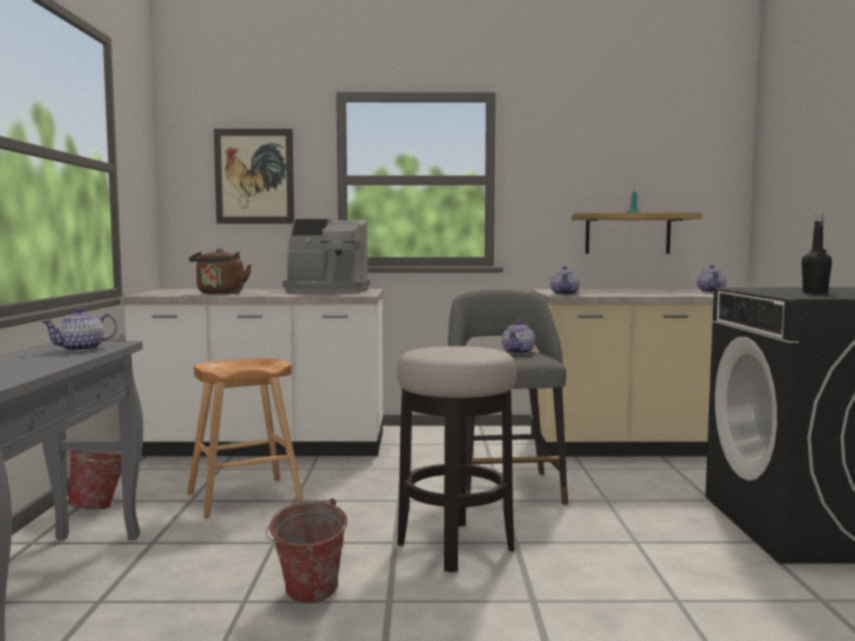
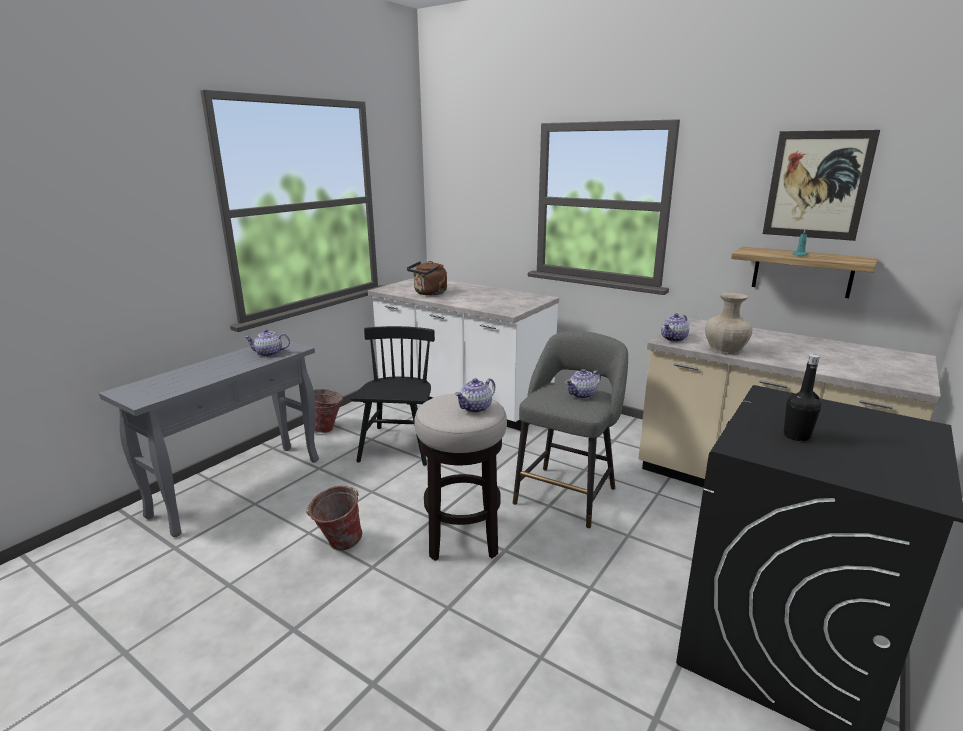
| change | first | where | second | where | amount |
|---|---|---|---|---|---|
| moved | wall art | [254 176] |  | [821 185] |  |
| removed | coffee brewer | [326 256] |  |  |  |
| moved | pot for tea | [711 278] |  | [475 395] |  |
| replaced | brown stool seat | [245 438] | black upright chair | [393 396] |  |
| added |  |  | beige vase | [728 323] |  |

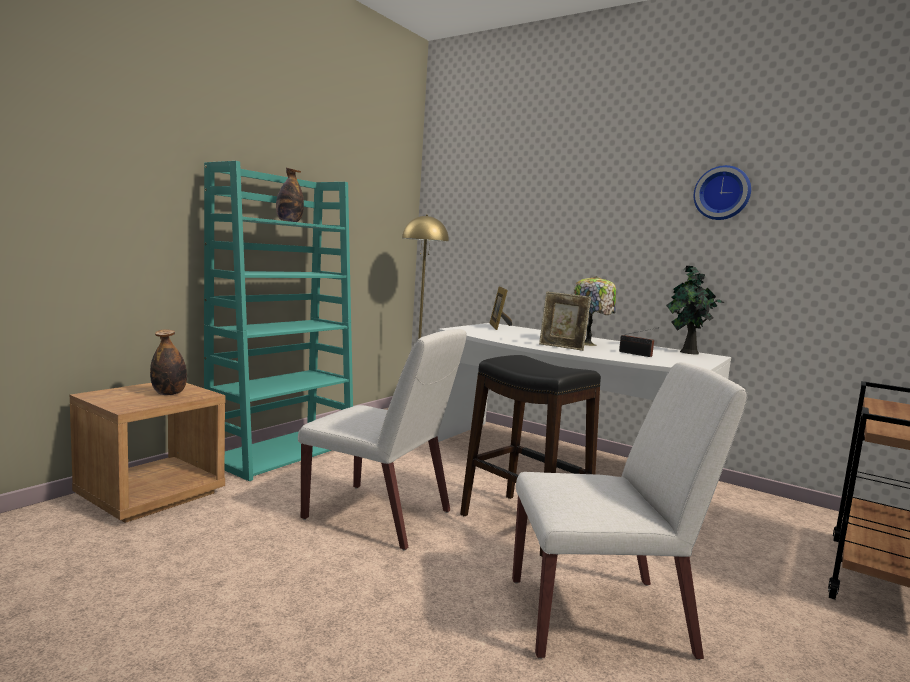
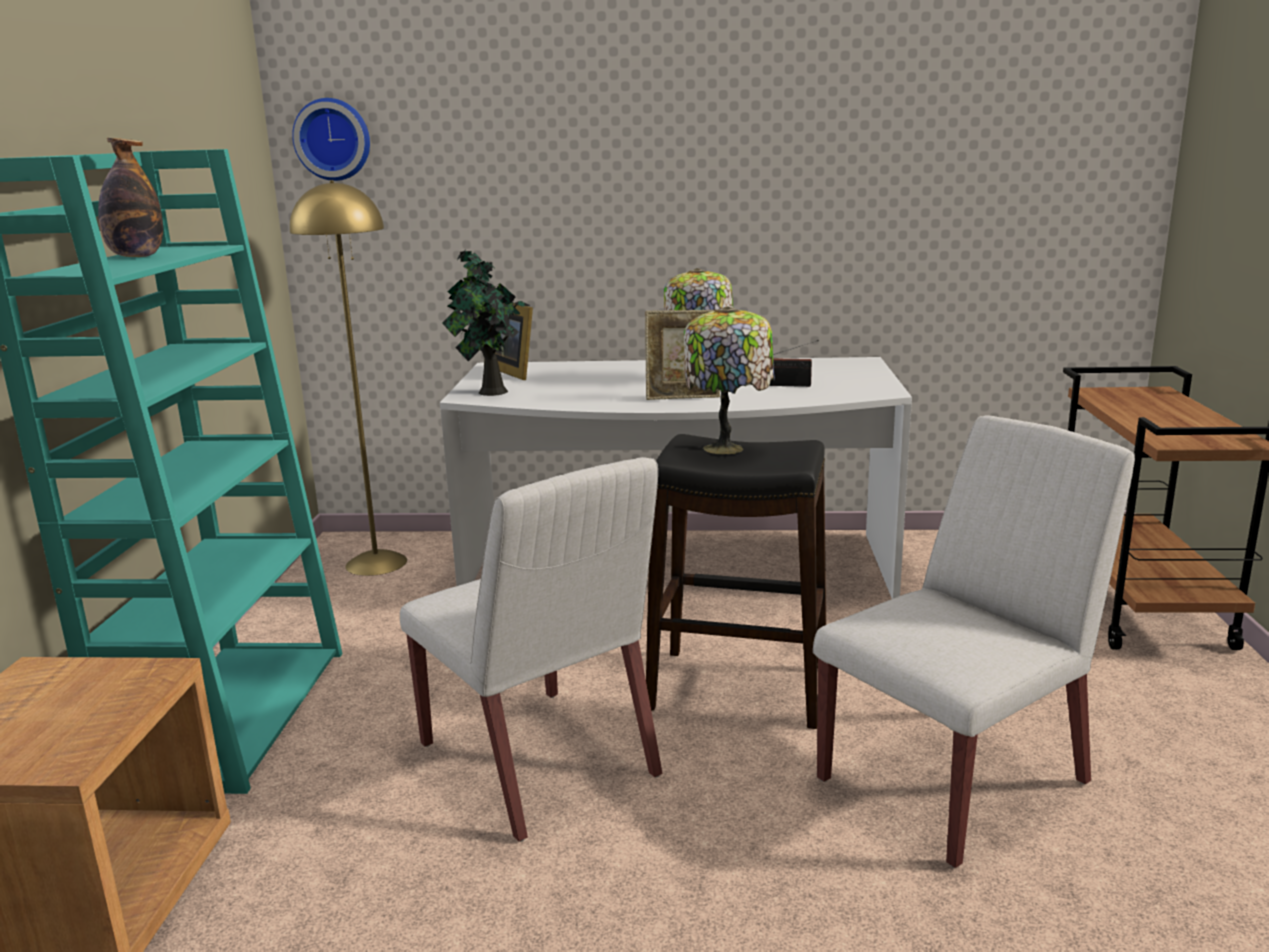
| change | first | where | second | where | amount |
|---|---|---|---|---|---|
| moved | clock on the wall | [722 192] |  | [331 139] |  |
| moved | potted plant | [695 309] |  | [486 322] |  |
| removed | beverage bottle | [168 362] |  |  |  |
| turned | white upright chair | [382 439] |  | [531 649] | 60 degrees clockwise |
| added |  |  | table lamp | [729 380] |  |

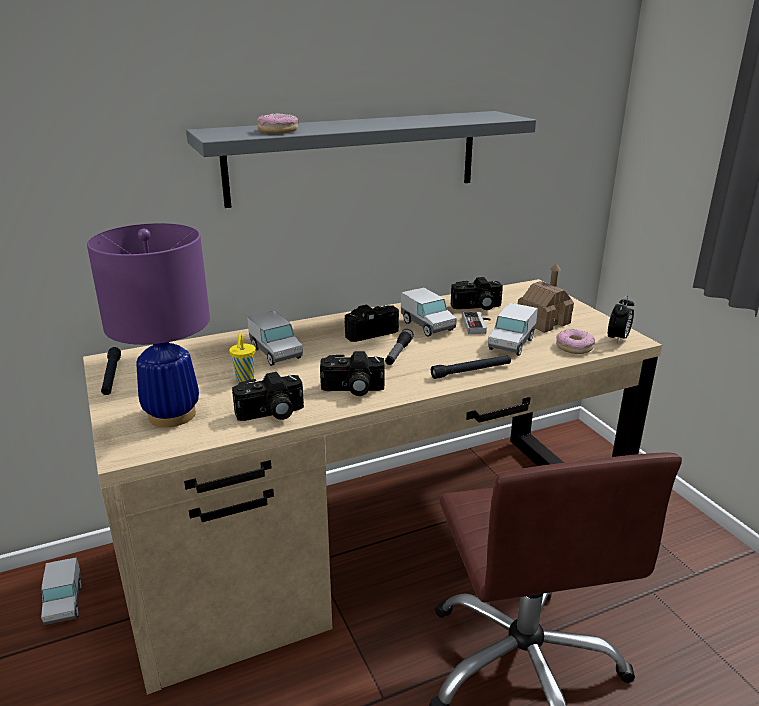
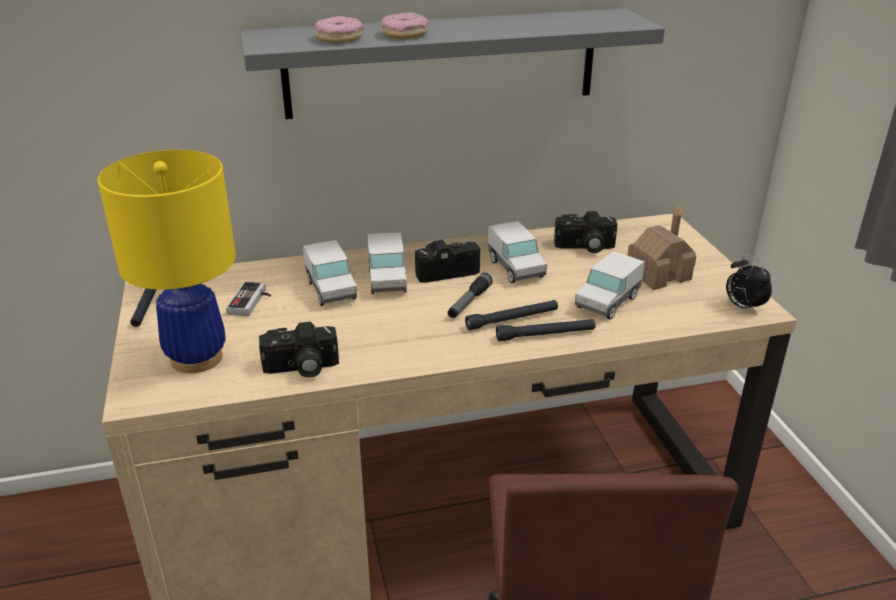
| change | first | where | second | where | amount |
|---|---|---|---|---|---|
| recoloured | purple table lamp | [148 325] | yellowish table lamp | [167 261] |  |
| turned | table clock | [621 319] |  | [749 284] | 105 degrees clockwise |
| moved | game controller | [476 323] |  | [248 298] |  |
| moved | ring doughnut | [575 341] |  | [405 25] |  |
| removed | yellowish small cup | [242 357] |  |  |  |
| removed | still camera | [352 373] |  |  |  |
| moved | model truck | [61 591] |  | [387 263] |  |
| added |  |  | black hand torch | [511 315] |  |

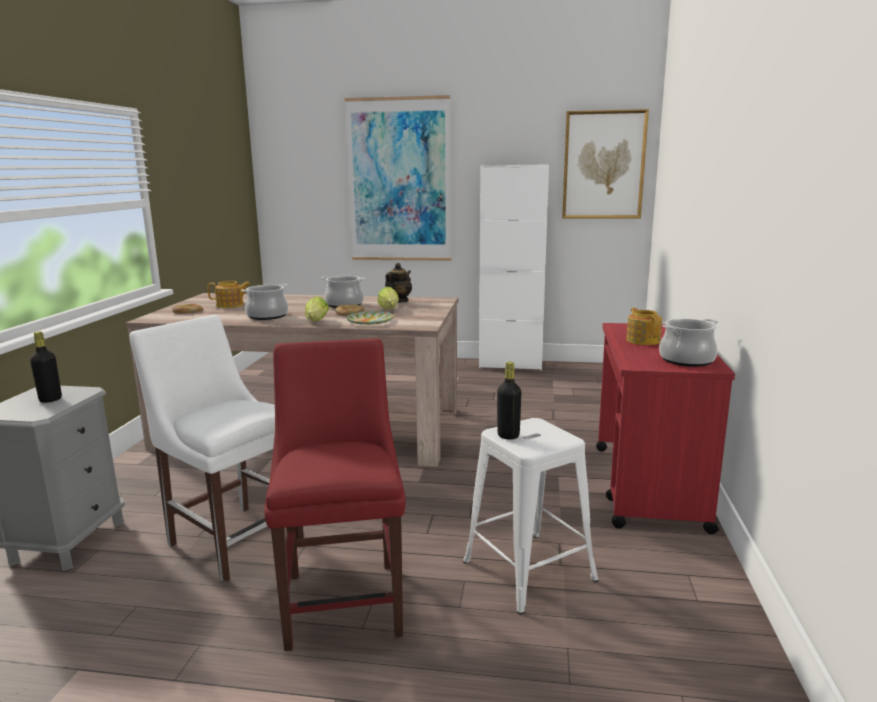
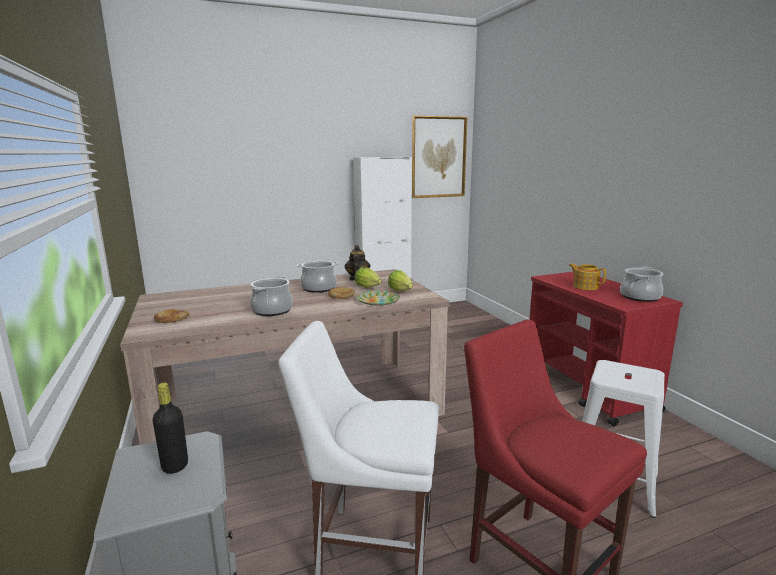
| change | first | where | second | where | amount |
|---|---|---|---|---|---|
| removed | wall art | [398 178] |  |  |  |
| removed | pot for tea | [228 294] |  |  |  |
| moved | lettuce head | [317 308] |  | [400 281] |  |
| removed | black beverage bottle | [509 401] |  |  |  |

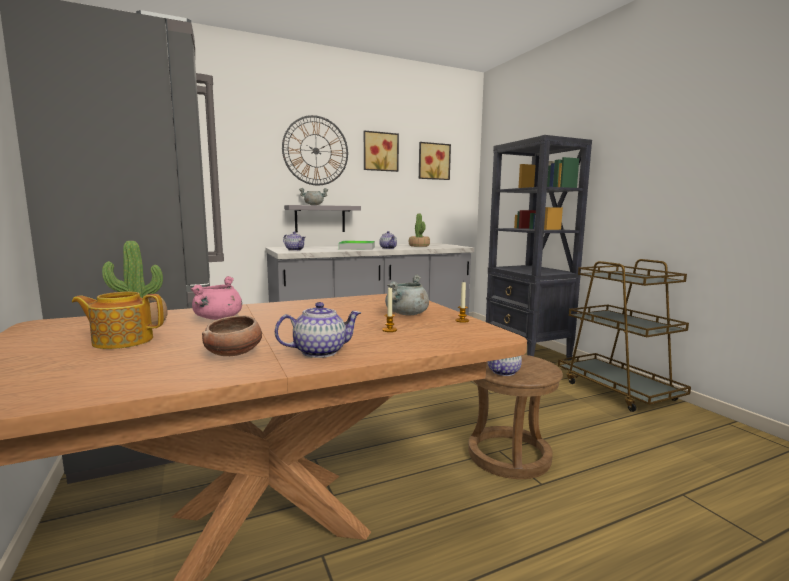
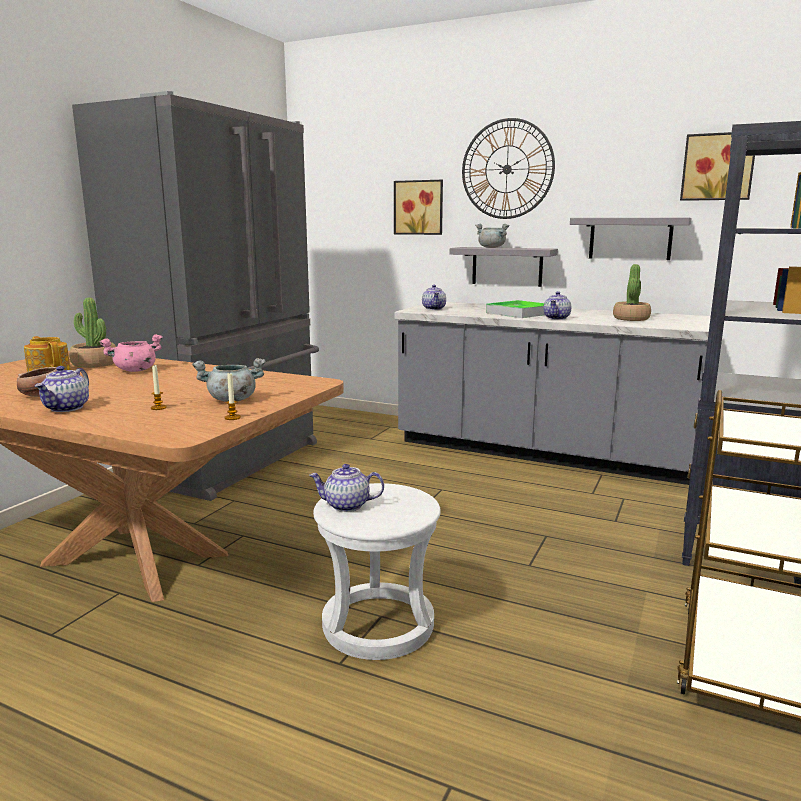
| change | first | where | second | where | amount |
|---|---|---|---|---|---|
| moved | wall art | [381 151] |  | [418 207] |  |
| turned | pot for tea | [318 330] |  | [62 389] | 75 degrees clockwise |
| recoloured | brown stool seat | [515 417] | white stool seat | [377 571] |  |
| added |  |  | grey wall shelf | [630 239] |  |

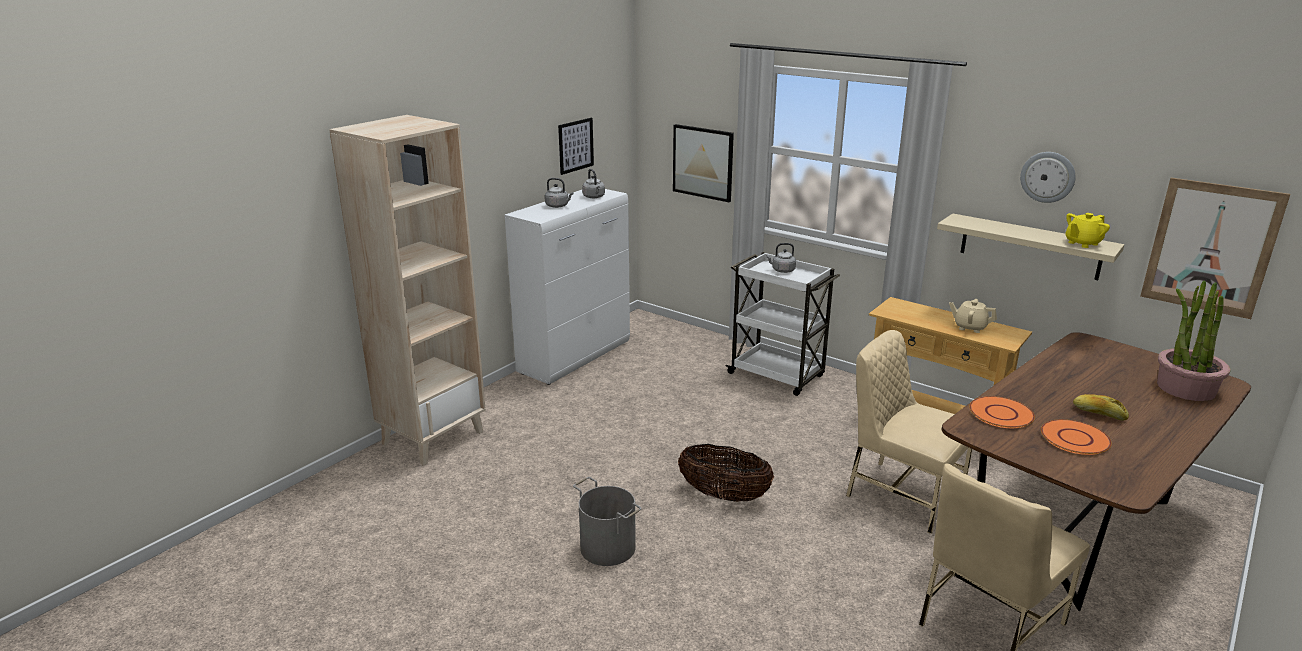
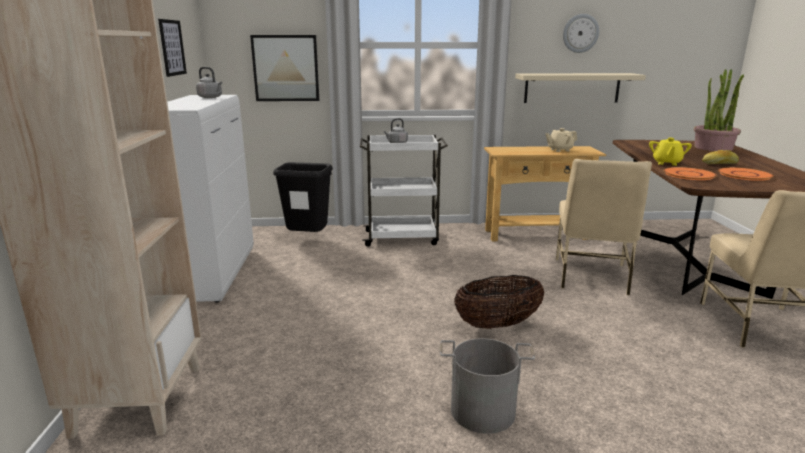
| change | first | where | second | where | amount |
|---|---|---|---|---|---|
| removed | grey kettle | [559 193] |  |  |  |
| removed | wall art | [1215 248] |  |  |  |
| moved | yellowish pot for tea | [1087 230] |  | [670 152] |  |
| turned | beige upright chair | [909 432] |  | [604 227] | 75 degrees counterclockwise |
| added |  |  | black waste bin | [303 197] |  |

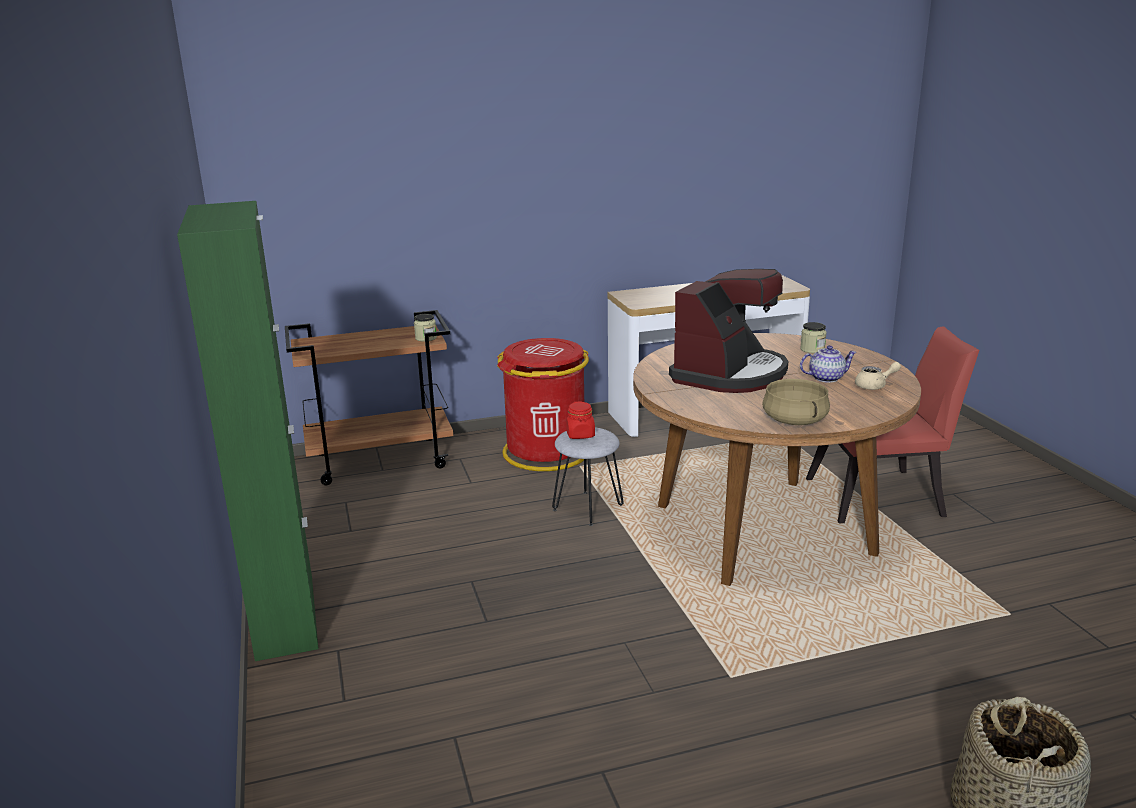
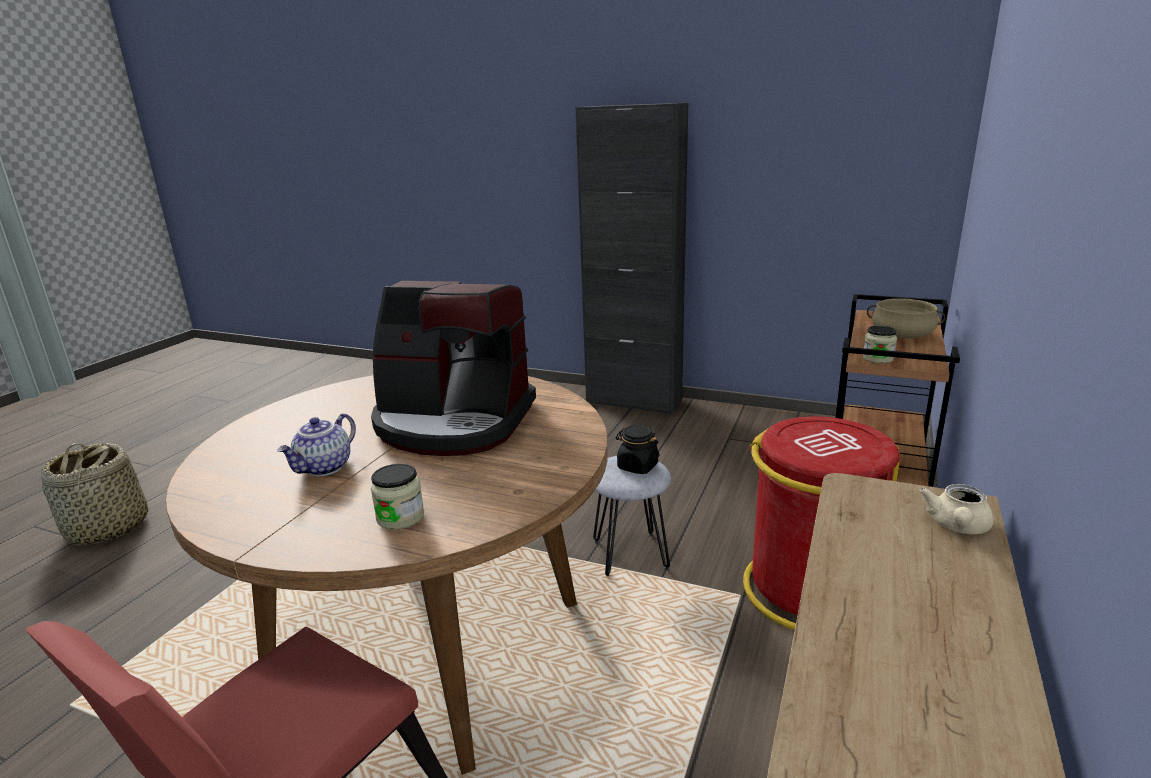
| change | first | where | second | where | amount |
|---|---|---|---|---|---|
| recoloured | green-coloured storage cabinet | [248 431] | black storage cabinet | [632 259] |  |
| turned | coffee brewer | [728 331] |  | [453 368] | 60 degrees counterclockwise |
| moved | beige pot for tea | [878 376] |  | [956 509] |  |
| moved | beige saucepot | [796 402] |  | [906 318] |  |
| recoloured | reddish jar | [580 420] | black jar | [637 449] |  |

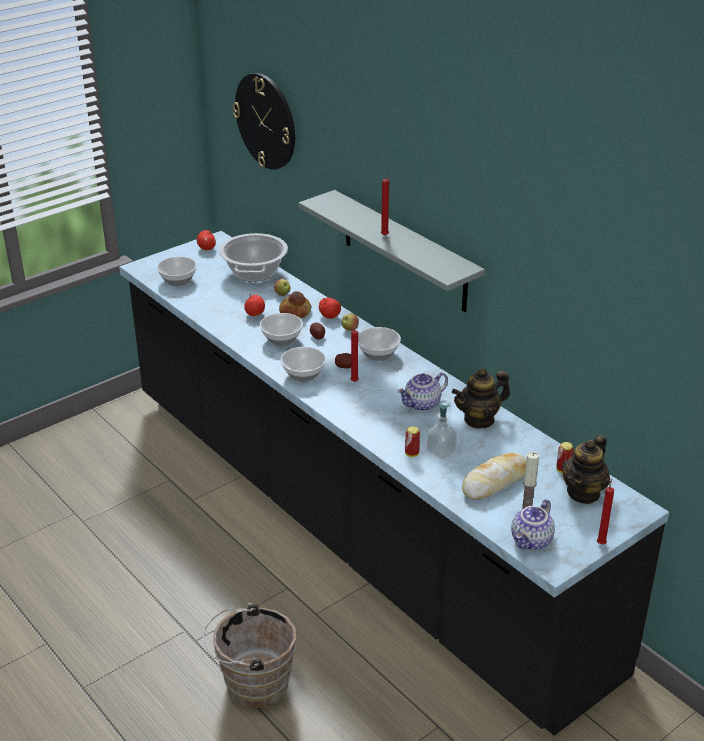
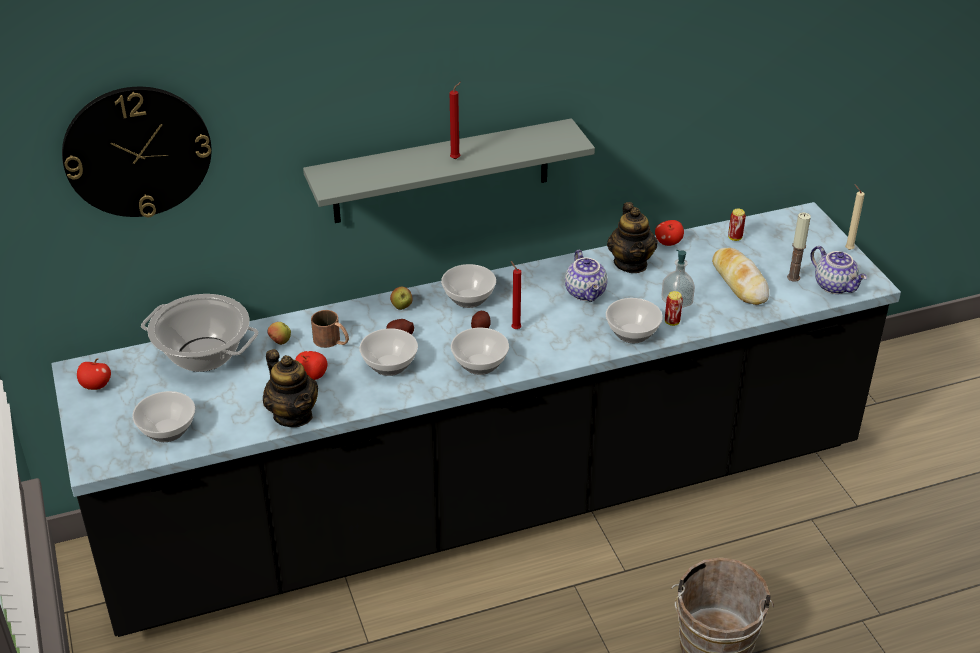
| change | first | where | second | where | amount |
|---|---|---|---|---|---|
| replaced | bakery bread | [295 305] | brown tea mug | [330 329] |  |
| moved | whole apple | [330 308] |  | [669 233] |  |
| moved | pot for tea | [586 469] |  | [290 388] |  |
| recoloured | reddish candle | [605 511] | beige candle | [855 217] |  |
| added |  |  | deep dish | [634 320] |  |

